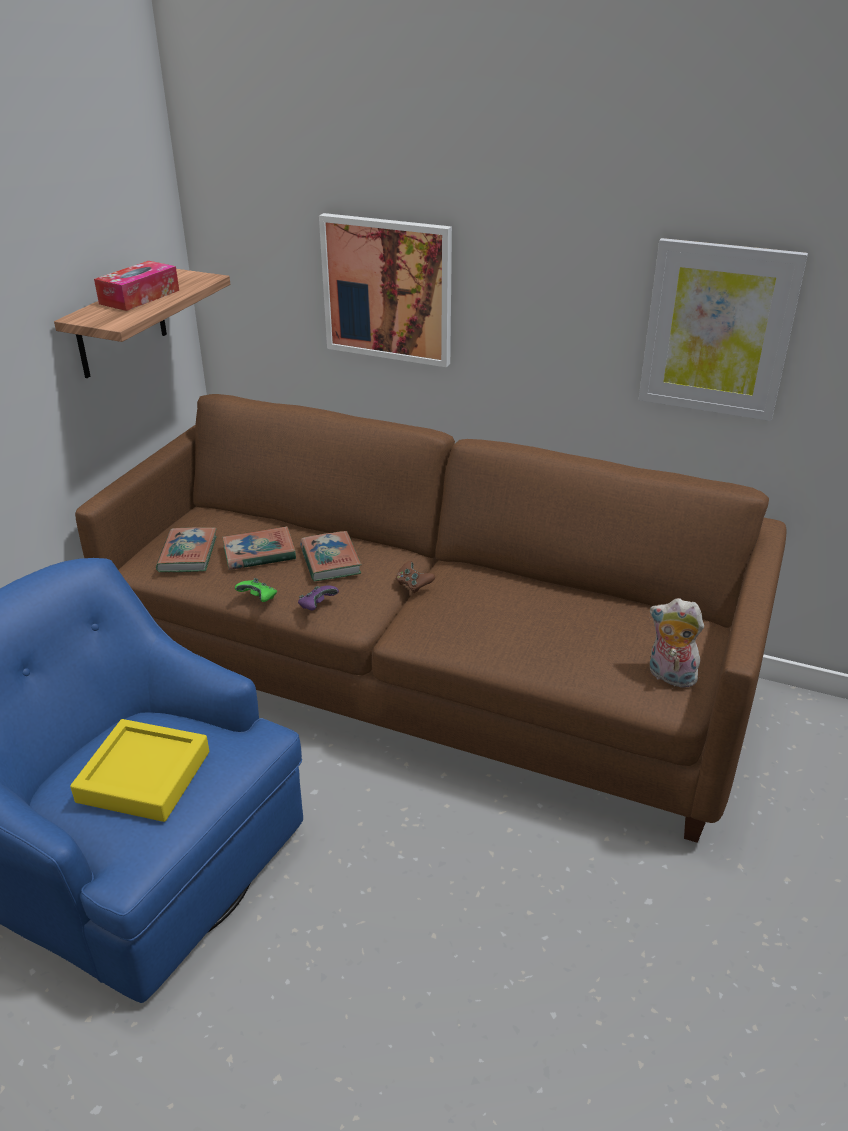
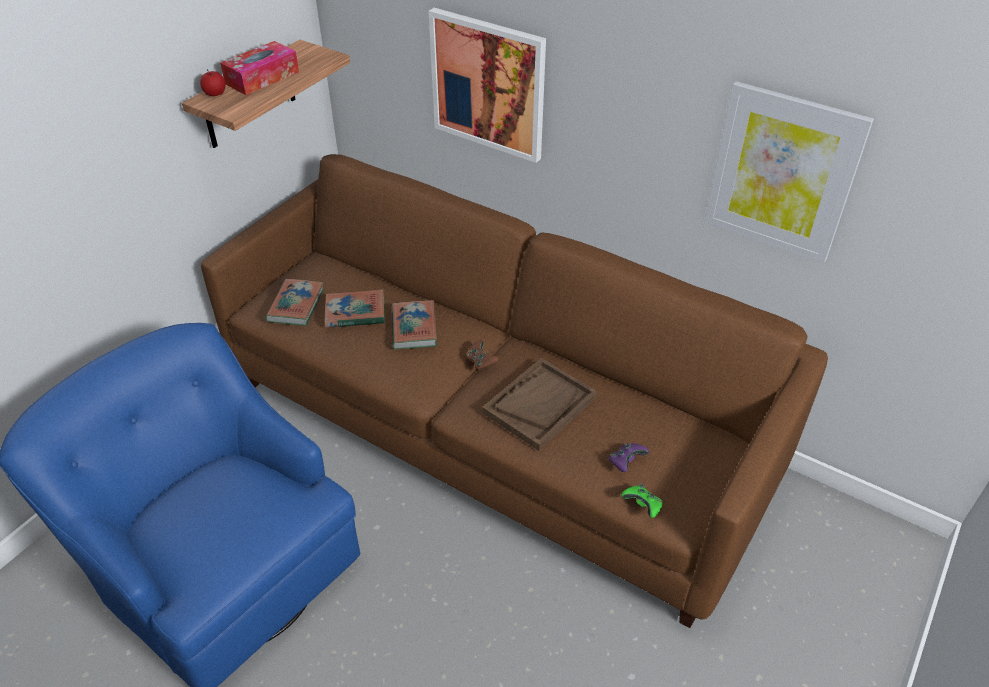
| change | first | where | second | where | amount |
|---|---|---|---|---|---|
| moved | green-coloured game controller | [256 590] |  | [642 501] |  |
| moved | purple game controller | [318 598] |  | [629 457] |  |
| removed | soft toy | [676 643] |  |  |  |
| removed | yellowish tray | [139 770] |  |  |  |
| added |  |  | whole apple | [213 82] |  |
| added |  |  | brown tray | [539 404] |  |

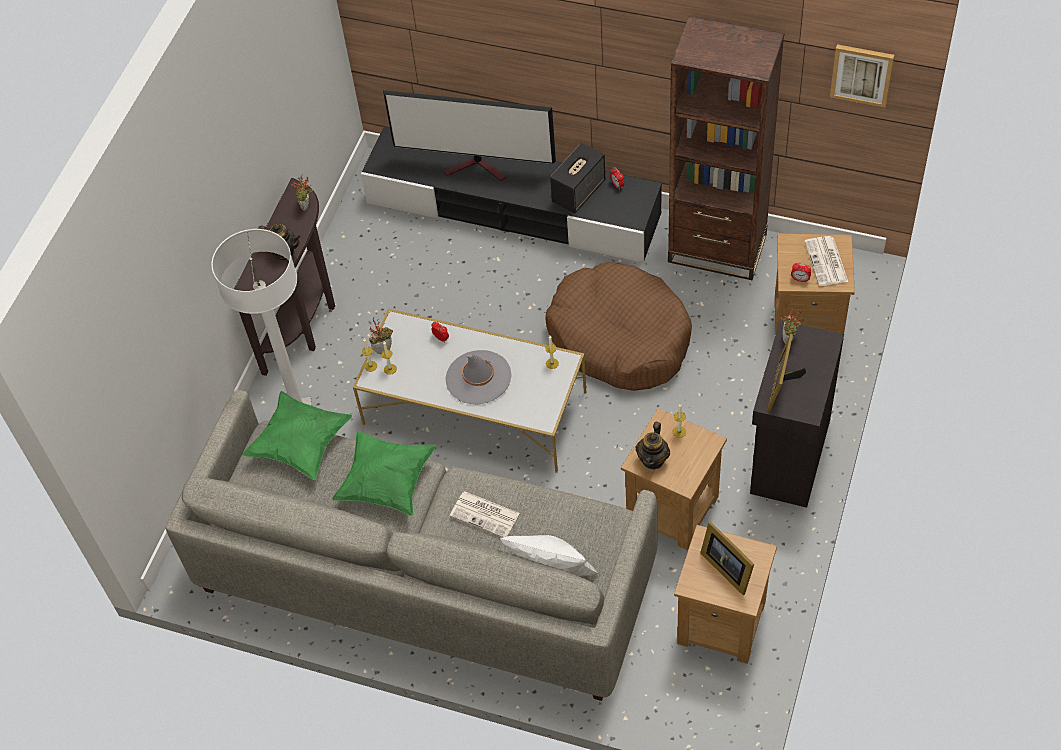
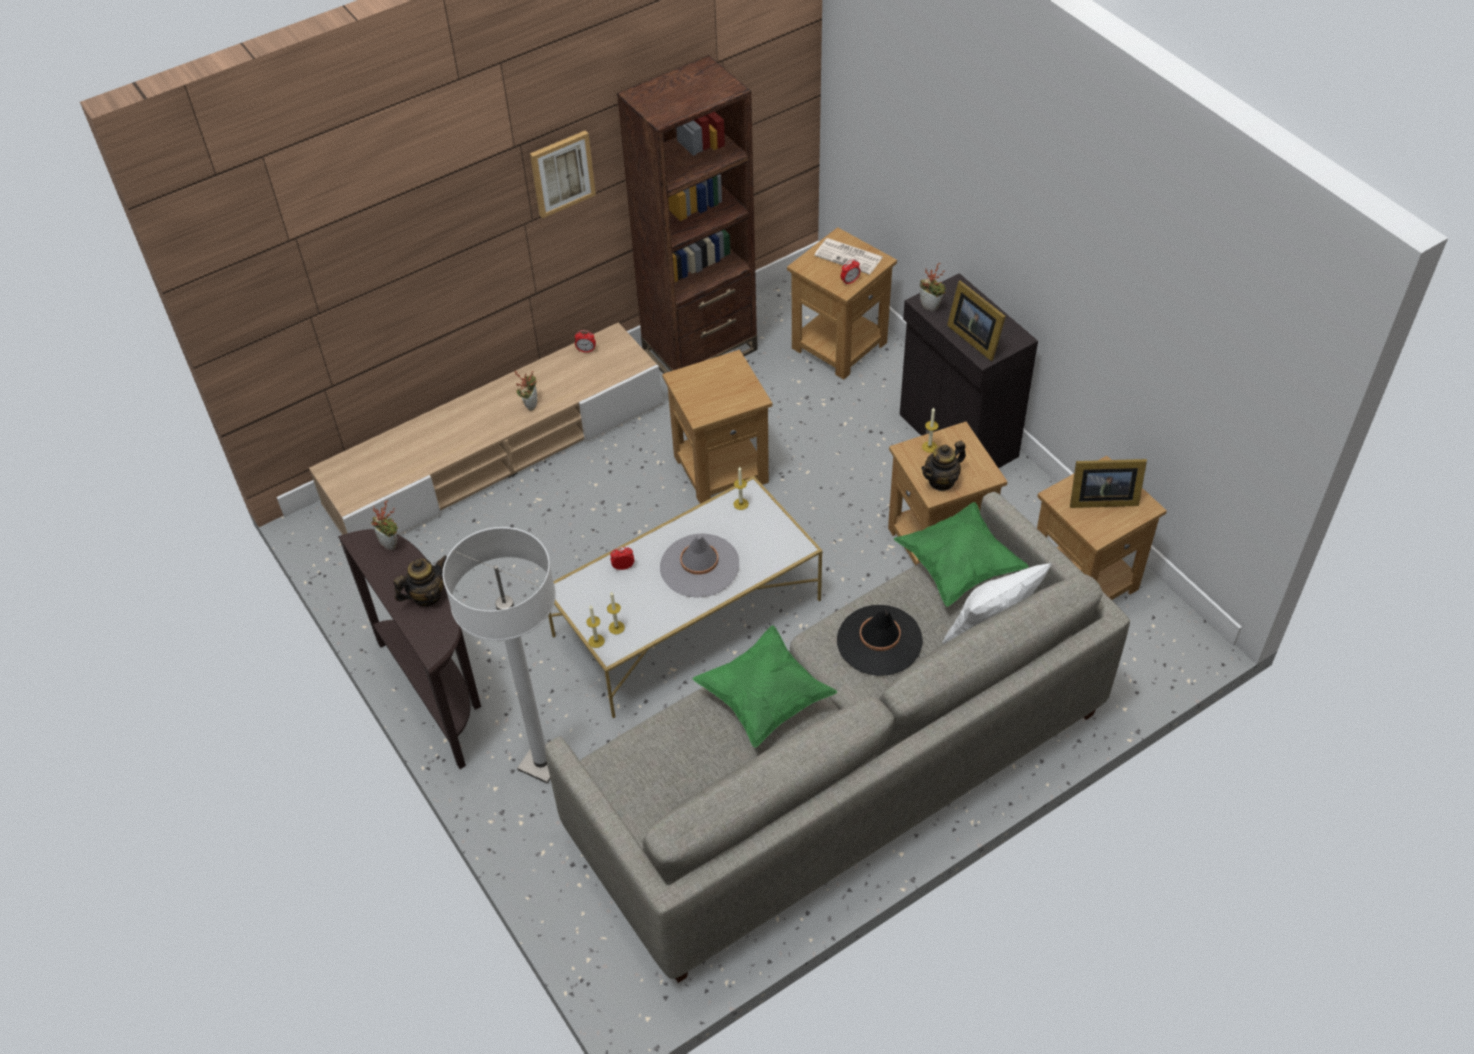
| change | first | where | second | where | amount |
|---|---|---|---|---|---|
| moved | wall art | [862 76] |  | [563 174] |  |
| removed | TV | [469 135] |  |  |  |
| recoloured | black tv stand | [511 194] | beige tv stand | [485 428] |  |
| removed | audio speaker | [577 178] |  |  |  |
| replaced | brown dog cushion | [618 326] | brown accent table | [717 427] |  |
| moved | potted plant | [381 335] |  | [526 391] |  |
| moved | green-coloured pillow | [297 435] |  | [961 554] |  |
| turned | pot for tea | [652 445] |  | [943 466] | 90 degrees clockwise |
| replaced | newspaper | [485 514] | black clothing hat | [880 640] |  |

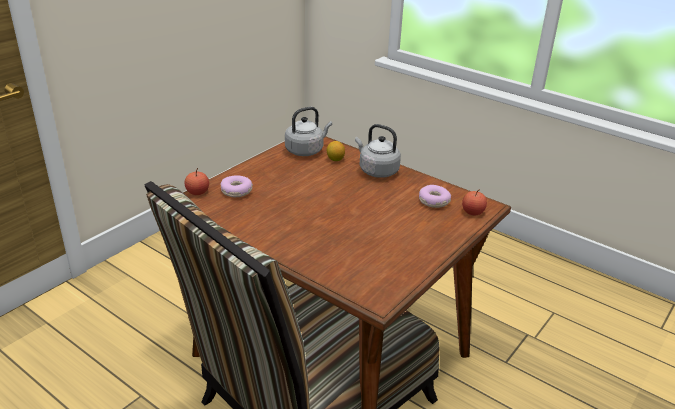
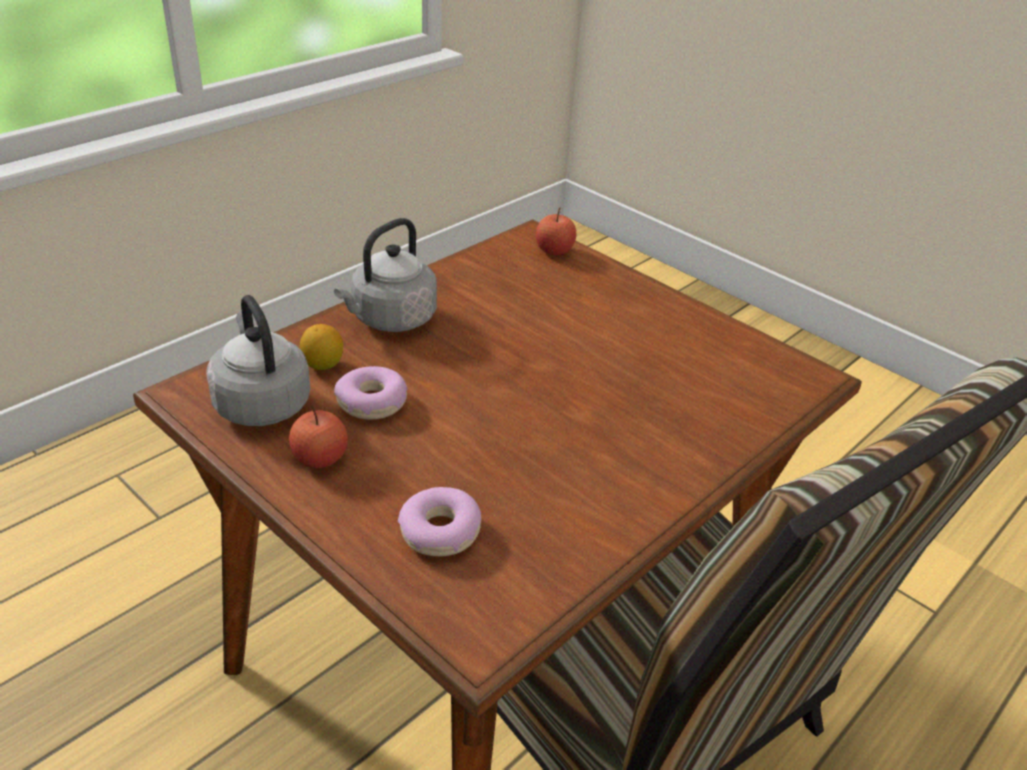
| change | first | where | second | where | amount |
|---|---|---|---|---|---|
| moved | whole apple | [197 181] |  | [318 436] |  |
| moved | ring doughnut | [435 196] |  | [371 393] |  |

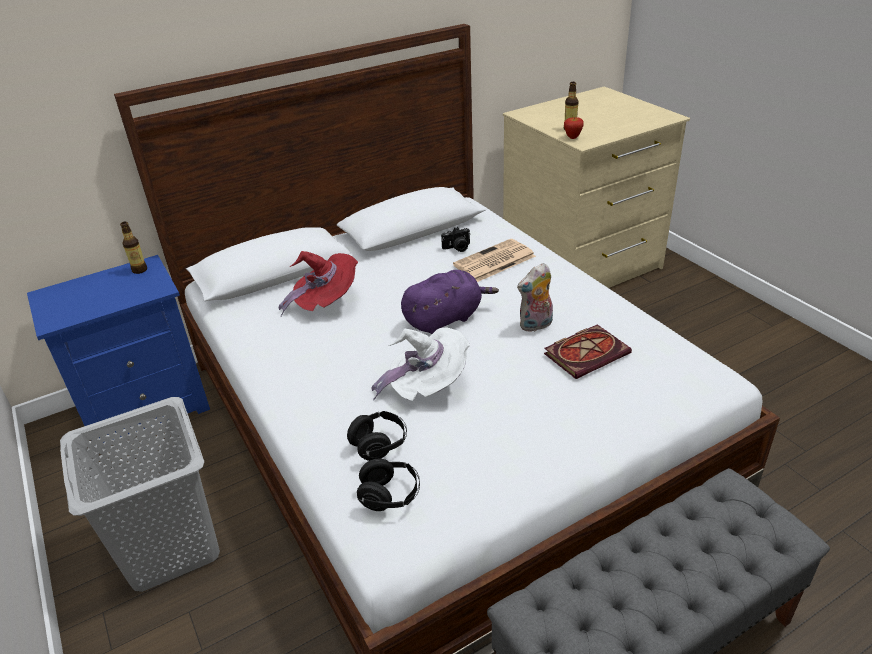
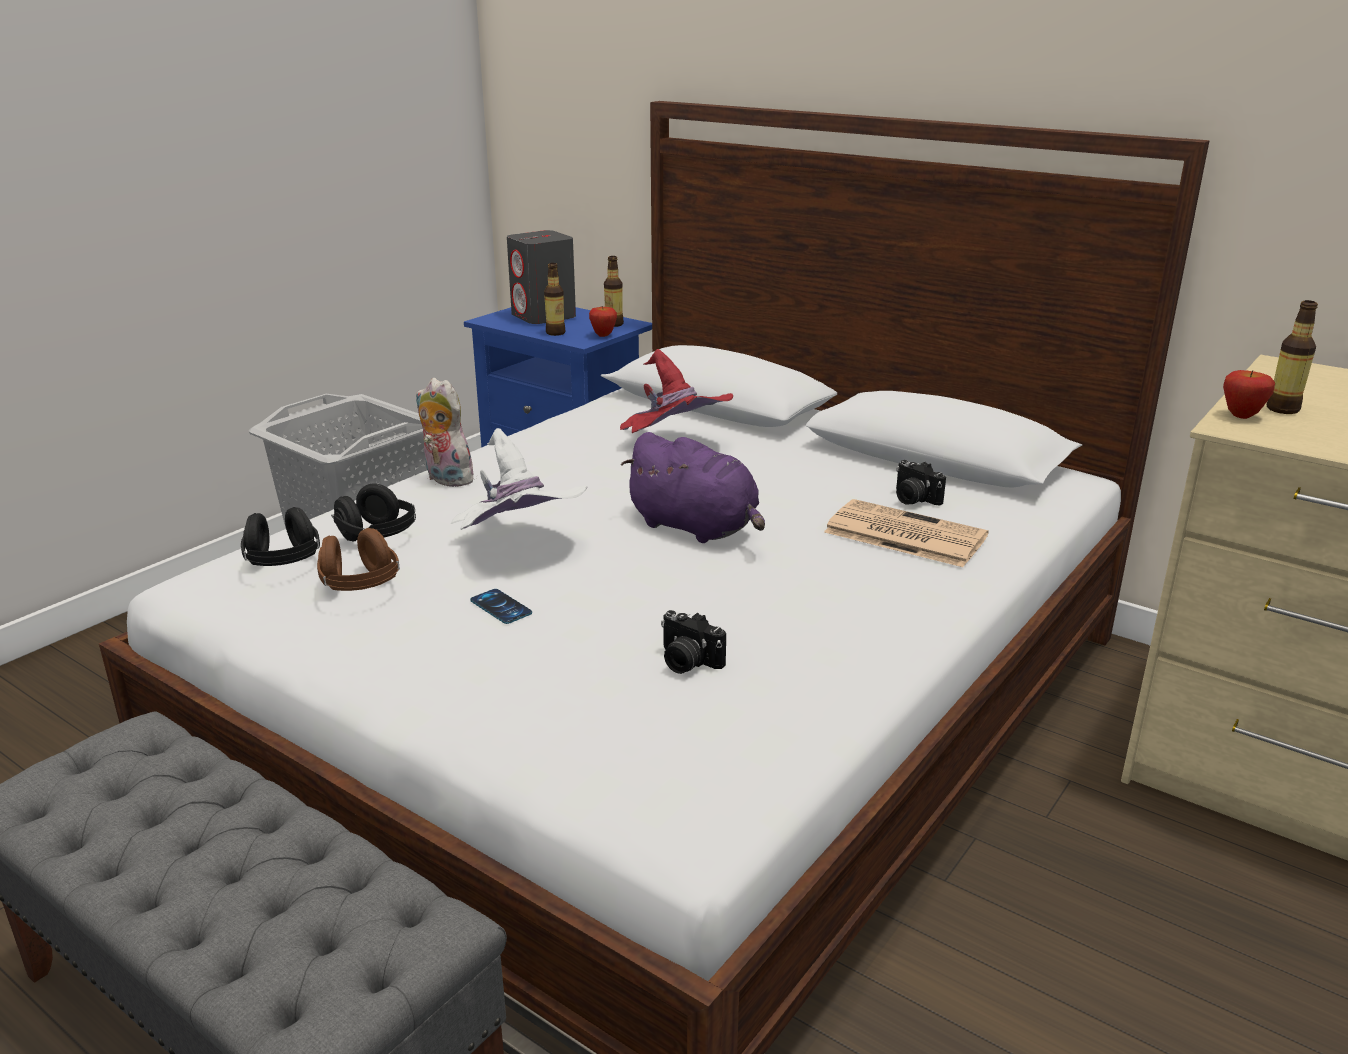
| change | first | where | second | where | amount |
|---|---|---|---|---|---|
| moved | soft toy | [535 297] |  | [445 432] |  |
| replaced | bound book | [588 351] | still camera | [693 642] |  |
| added |  |  | grey audio speaker | [541 277] |  |
| added |  |  | beverage bottle | [554 299] |  |
| added |  |  | whole apple | [603 321] |  |
| added |  |  | brown headphones | [358 559] |  |
| added |  |  | handset | [501 606] |  |

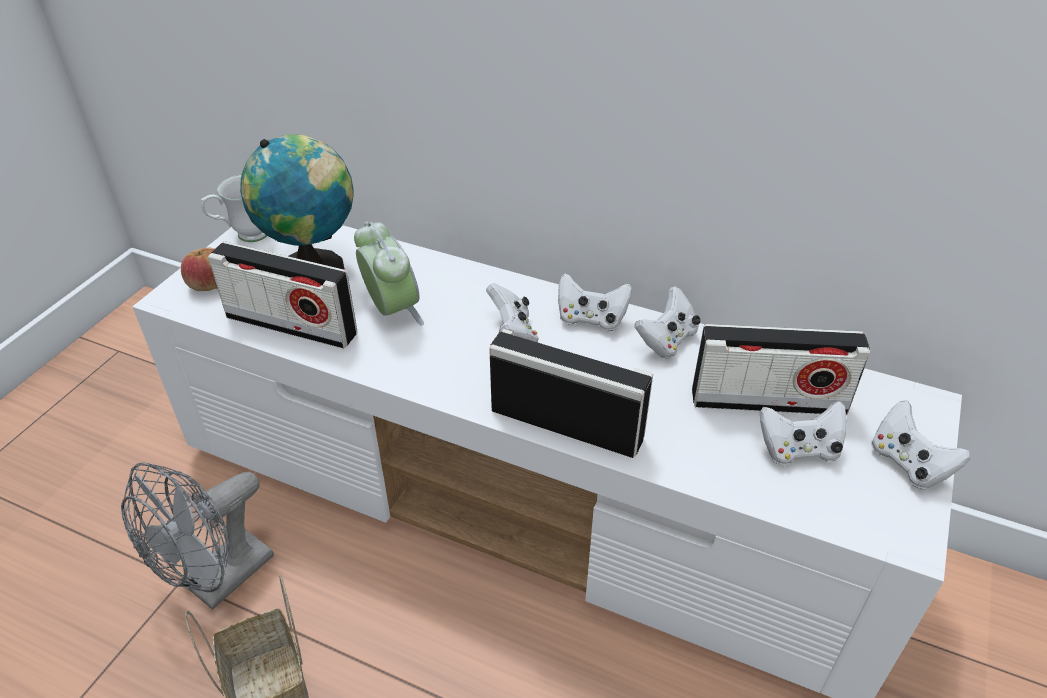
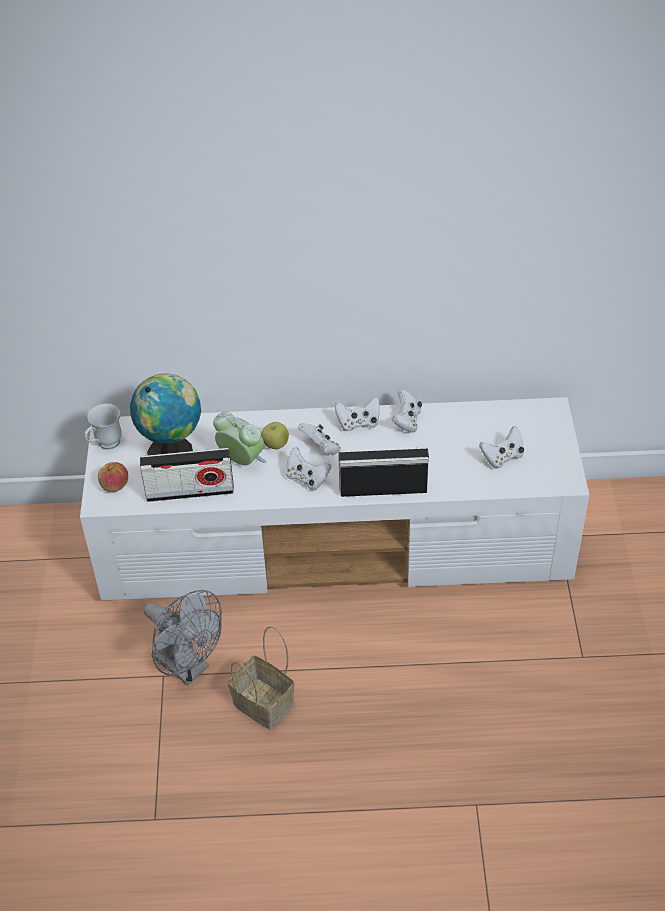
| change | first | where | second | where | amount |
|---|---|---|---|---|---|
| removed | radio receiver | [781 369] |  |  |  |
| moved | white game controller | [921 445] |  | [309 468] |  |
| turned | grey fan | [197 536] |  | [183 637] | 60 degrees counterclockwise |
| added |  |  | whole apple | [275 435] |  |

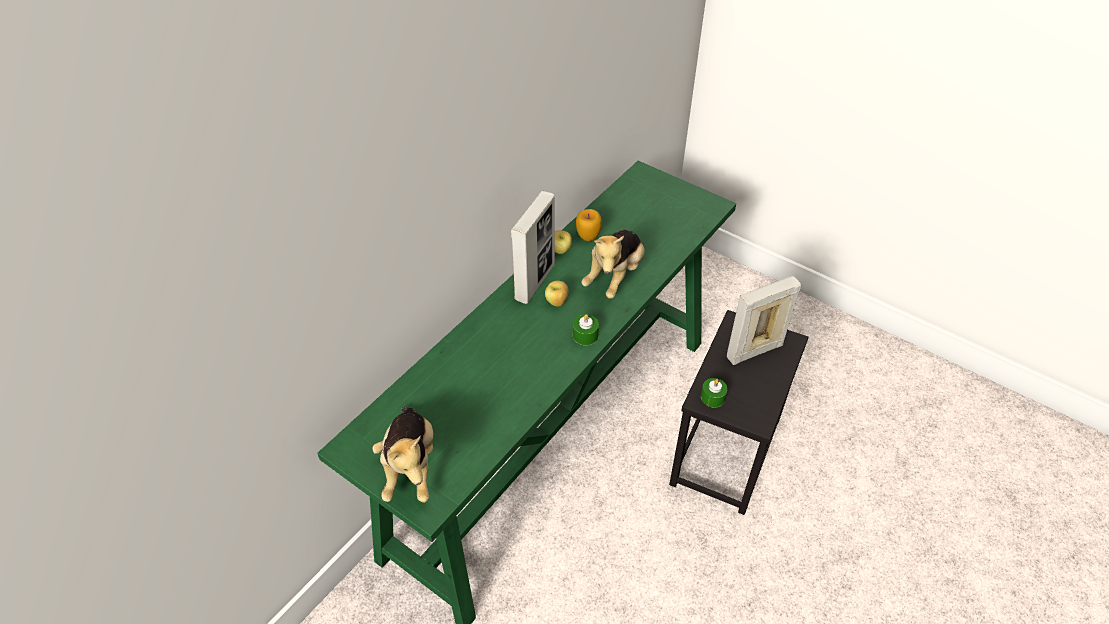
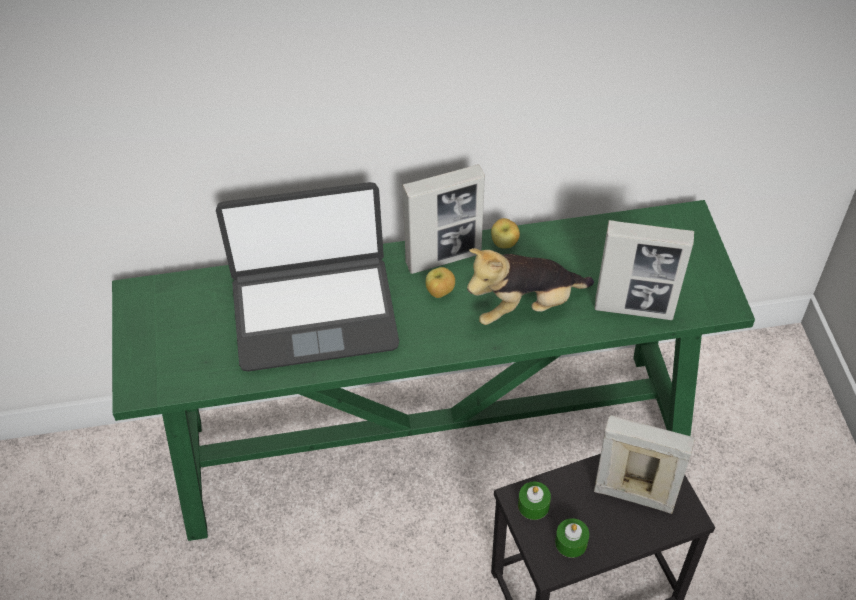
| change | first | where | second | where | amount |
|---|---|---|---|---|---|
| removed | whole apple | [589 225] |  |  |  |
| moved | green-coloured candle | [586 329] |  | [572 538] |  |
| removed | soft toy | [402 454] |  |  |  |
| added |  |  | portable computer | [307 276] |  |
| added |  |  | standing frame | [644 270] |  |

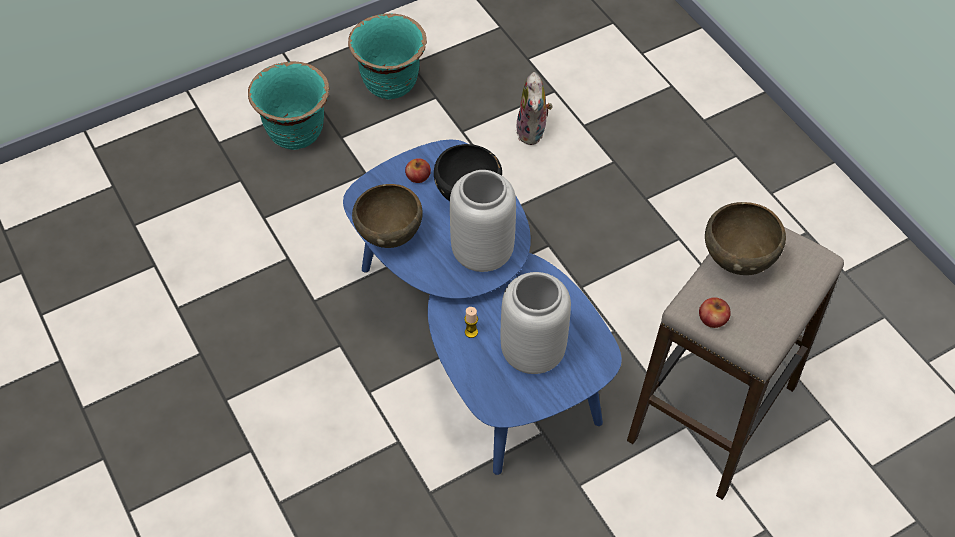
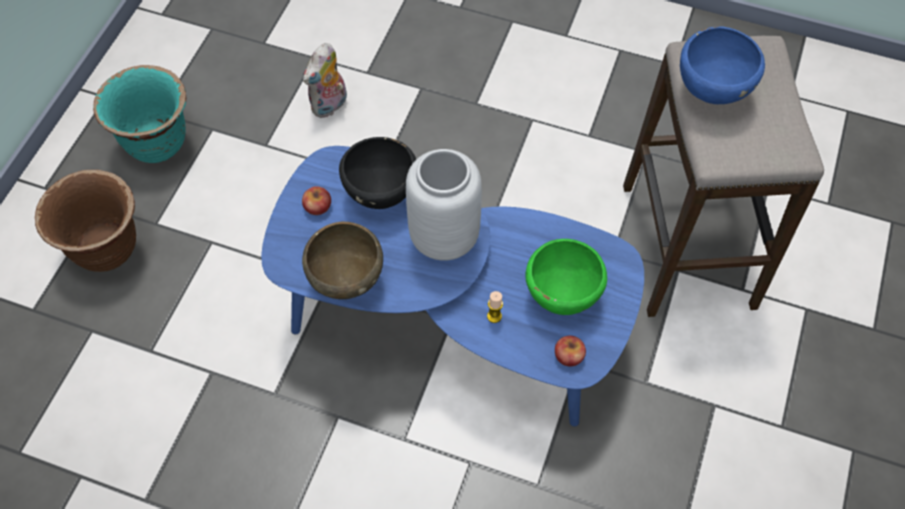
| change | first | where | second | where | amount |
|---|---|---|---|---|---|
| recoloured | blue-green planter | [289 106] | brown planter | [85 221] |  |
| turned | soft toy | [534 108] |  | [325 80] | 75 degrees clockwise |
| recoloured | brown deep dish | [745 238] | blue-coloured deep dish | [722 65] |  |
| replaced | grey vase | [536 323] | green-coloured deep dish | [566 277] |  |
| moved | whole apple | [715 312] |  | [570 351] |  |

